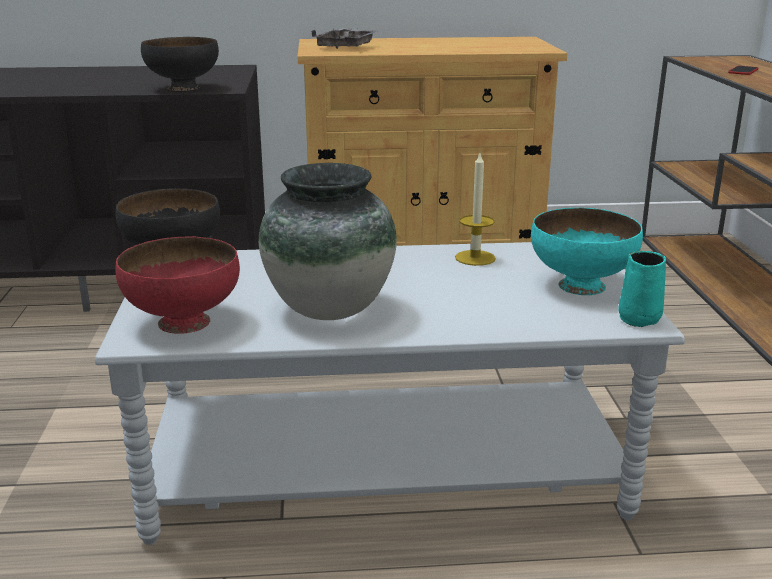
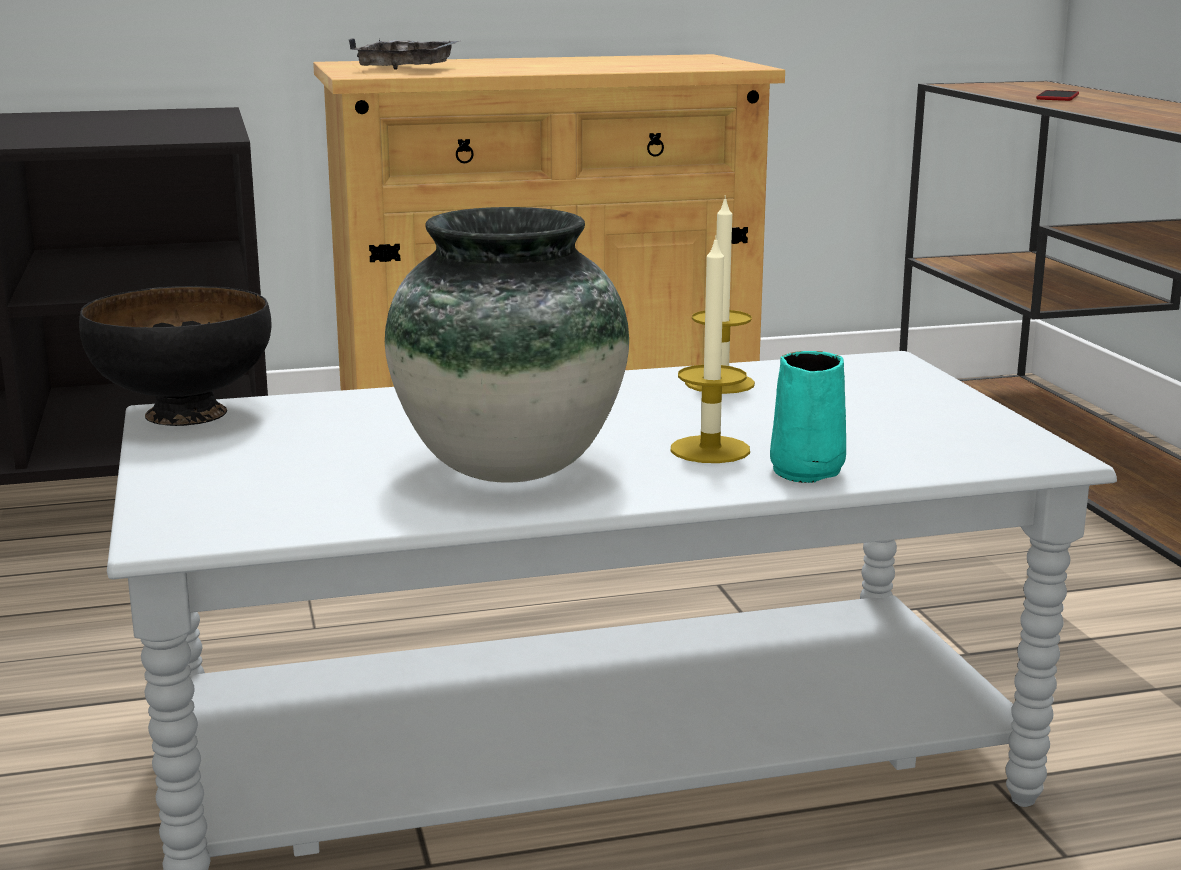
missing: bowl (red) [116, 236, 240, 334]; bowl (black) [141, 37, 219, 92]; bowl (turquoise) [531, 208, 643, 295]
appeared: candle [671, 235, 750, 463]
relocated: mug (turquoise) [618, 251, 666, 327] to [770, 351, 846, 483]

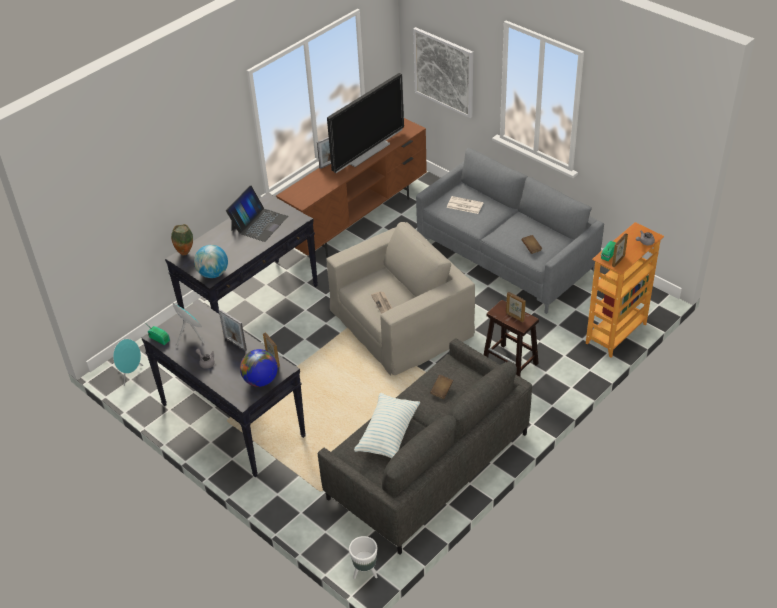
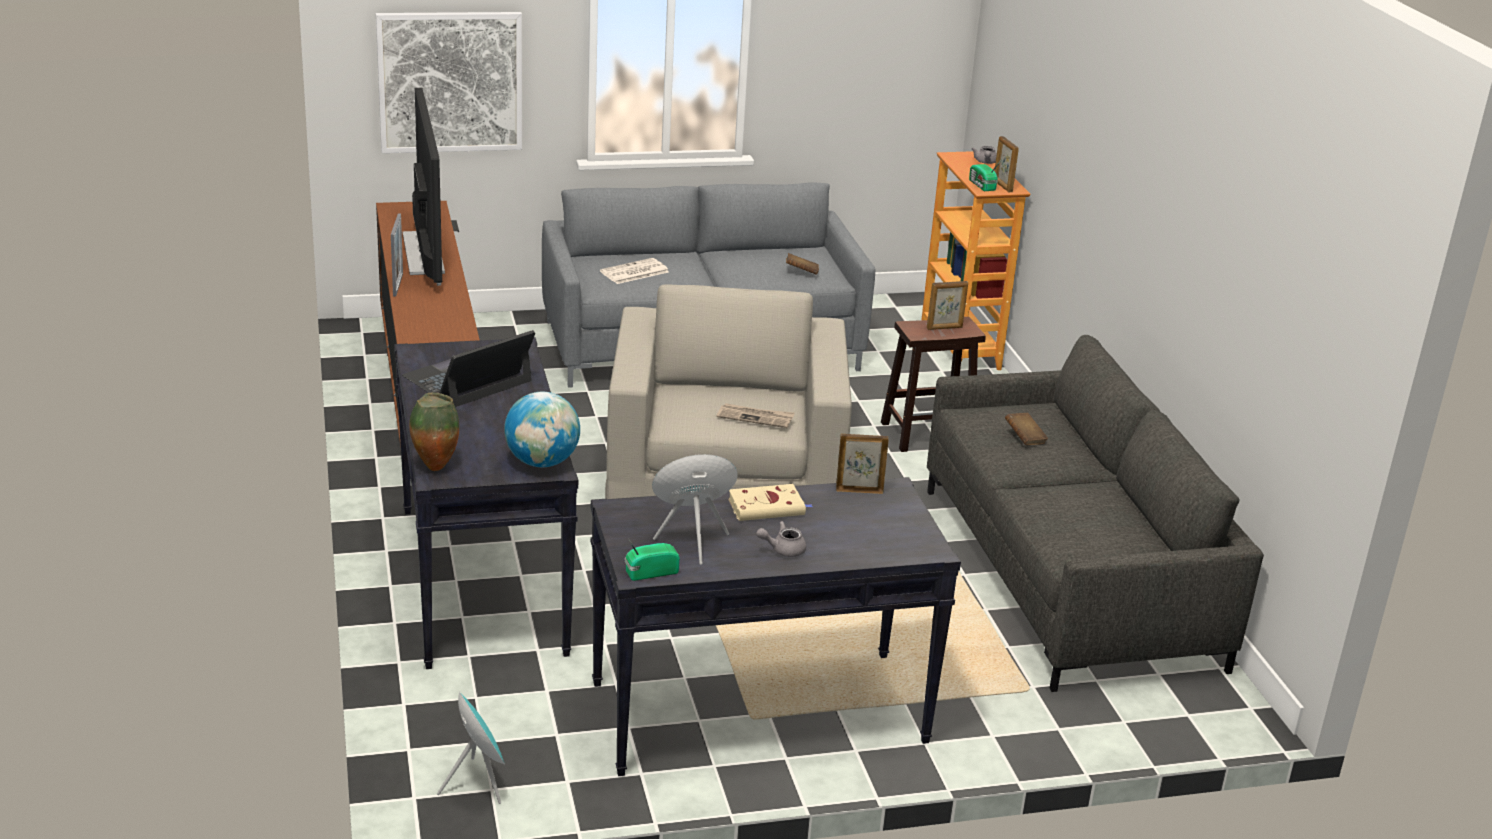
missing: globe [240, 349, 278, 387]; planter (white) [349, 536, 377, 579]; pillow [354, 393, 420, 459]
exchanged: picture frame [219, 309, 247, 351] to book (beige) [728, 484, 813, 521]
spun: laptop [226, 186, 288, 242] = [402, 330, 535, 407] 105 degrees counterclockwise

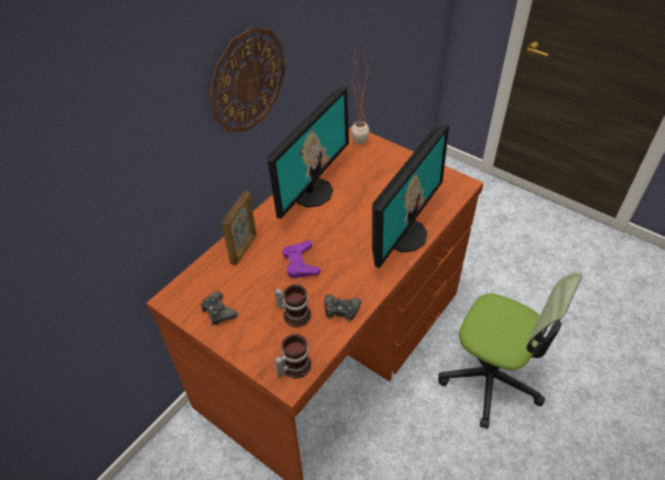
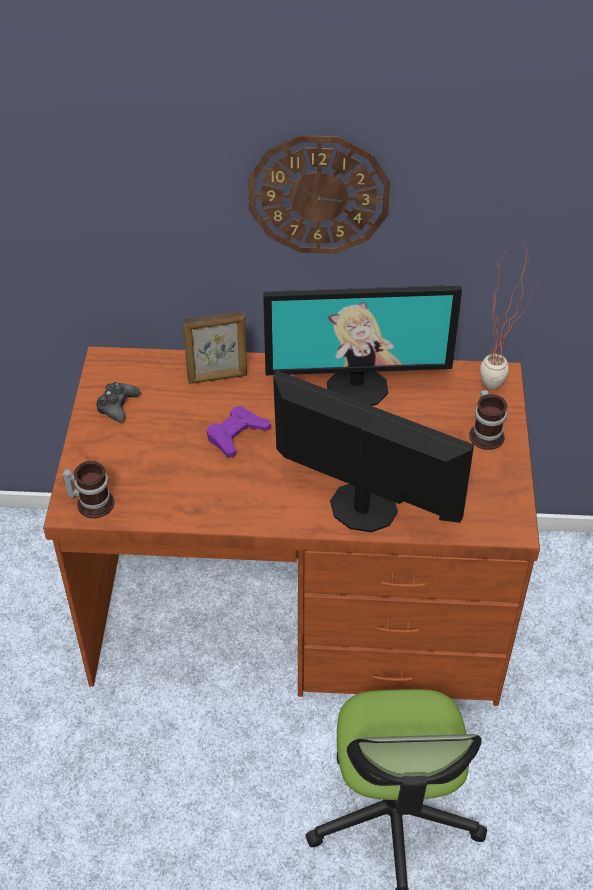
missing: game controller (black) [324, 295, 361, 322]
relocated: mug [275, 284, 311, 327] to [469, 390, 507, 450]
spun: monitor [372, 123, 449, 268] = [273, 370, 474, 532] 150 degrees counterclockwise

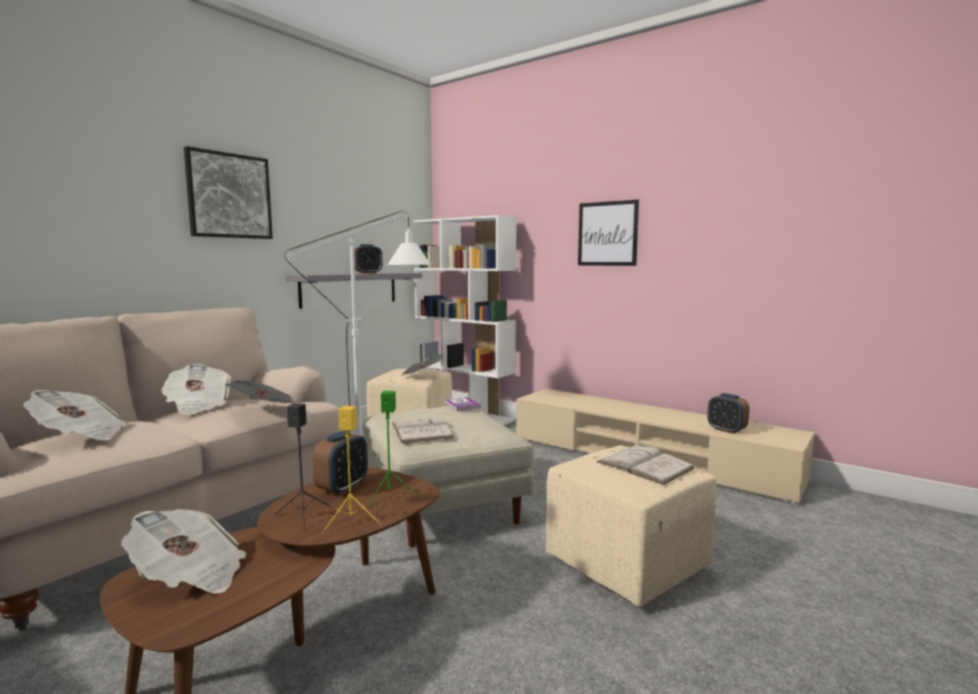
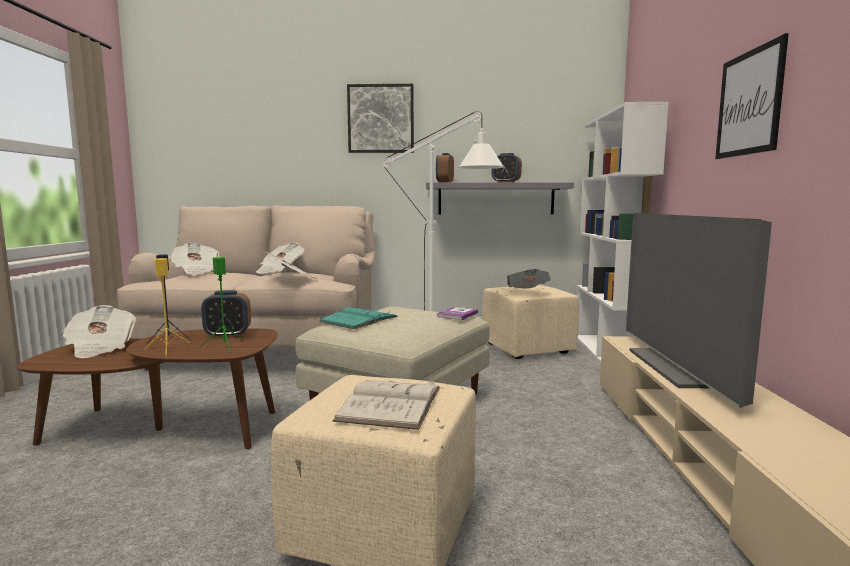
appeared: television [626, 213, 772, 408]
relocated: alarm clock [707, 393, 749, 434] to [436, 153, 454, 183]
colour: book (white) [392, 415, 454, 443] to book (turquoise) [319, 308, 398, 329]

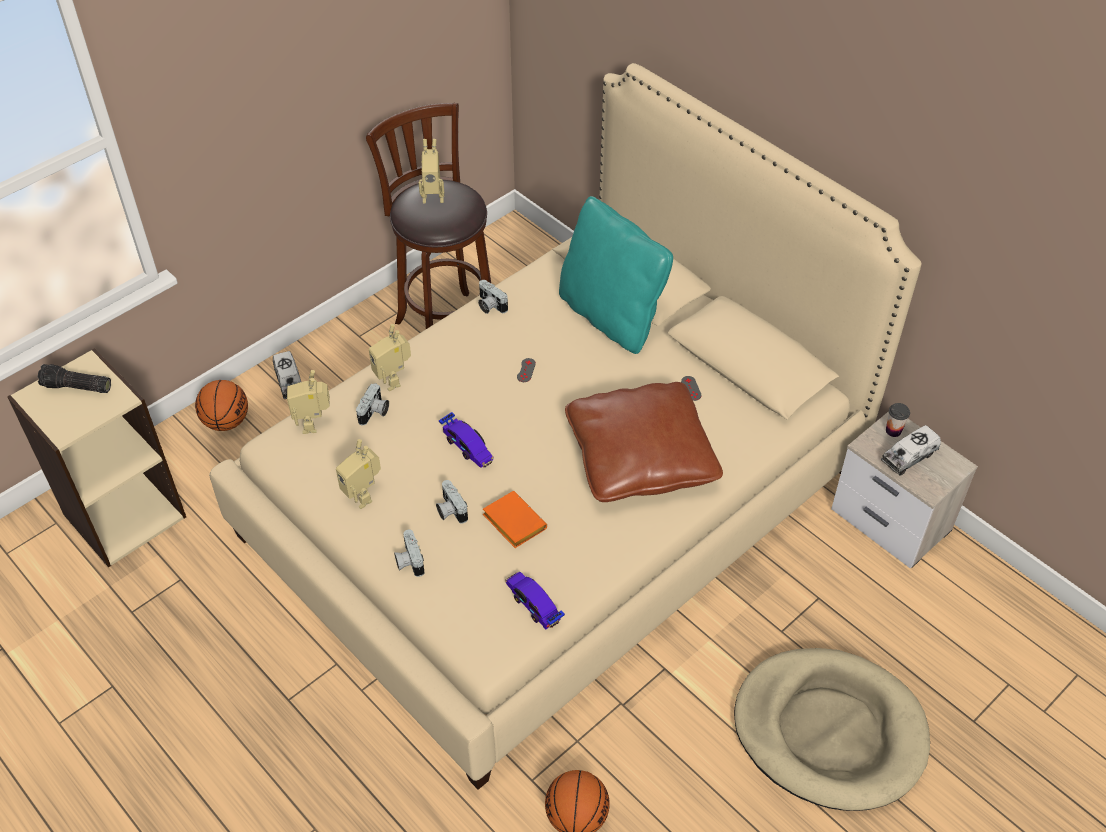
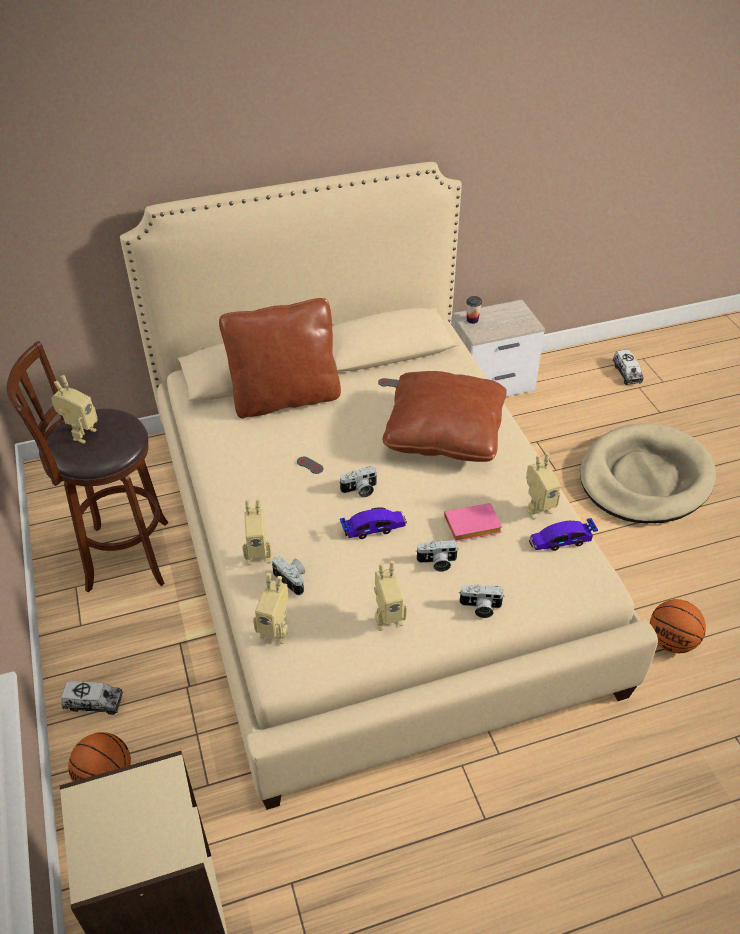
missing: flashlight [38, 364, 111, 393]
appeared: toy robot [526, 453, 560, 520]
relocated: photo camera [478, 280, 508, 314] to [339, 466, 378, 497]; toy truck [881, 425, 941, 475] to [613, 350, 644, 385]
colour: book (orange) [483, 491, 547, 548] to book (pink) [444, 503, 502, 542]; pillow (turquoise) [559, 196, 673, 354] to pillow (brown) [219, 298, 341, 419]

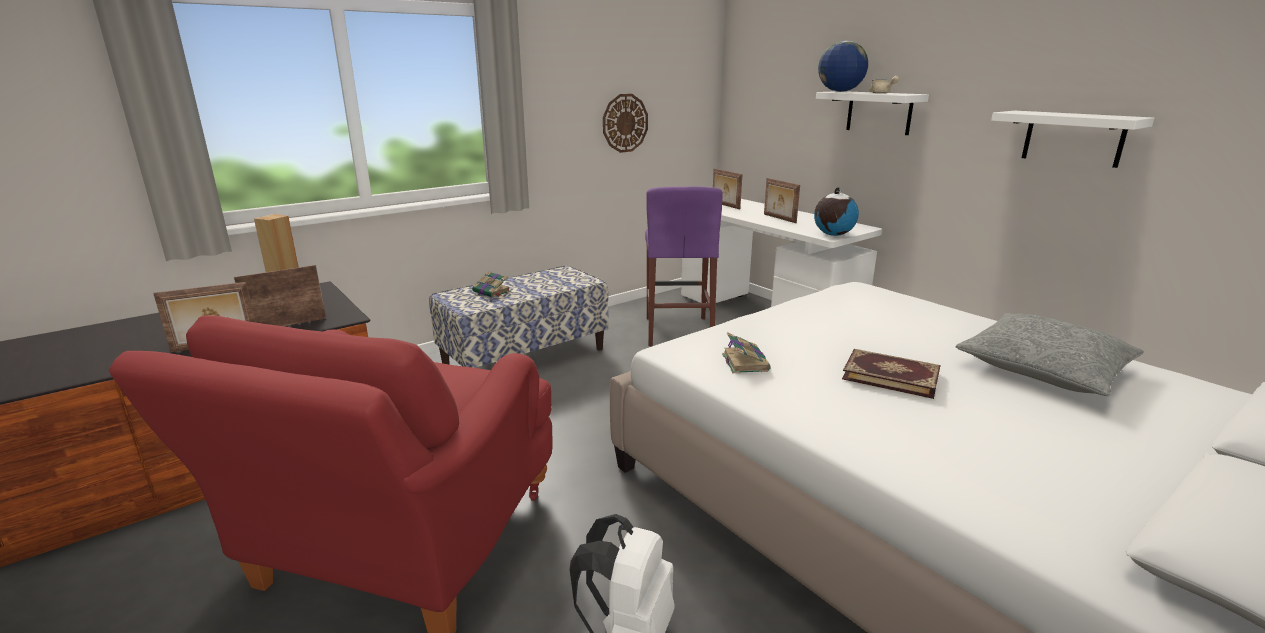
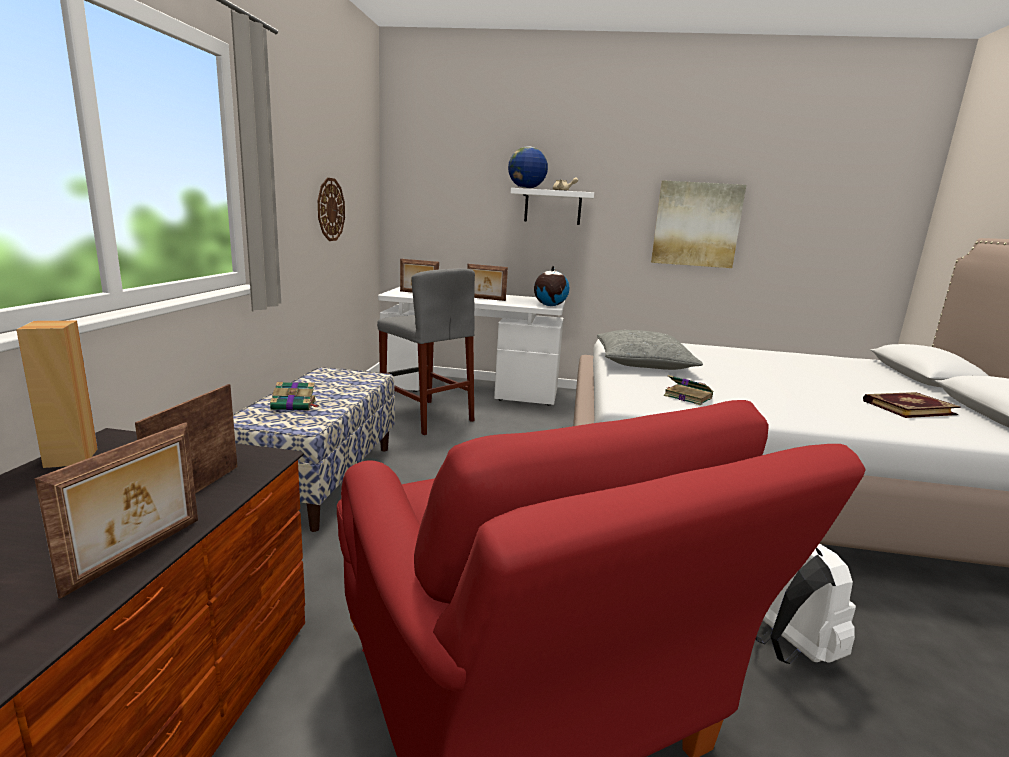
relocated: book [842, 349, 941, 399] to [863, 392, 960, 418]; pillow (grey) [956, 313, 1144, 396] to [597, 330, 703, 370]
exchanged: shelf (white) [991, 111, 1154, 168] to picture [651, 180, 746, 268]
colour: stool (purple) [645, 187, 723, 346] to stool (grey) [377, 268, 475, 435]

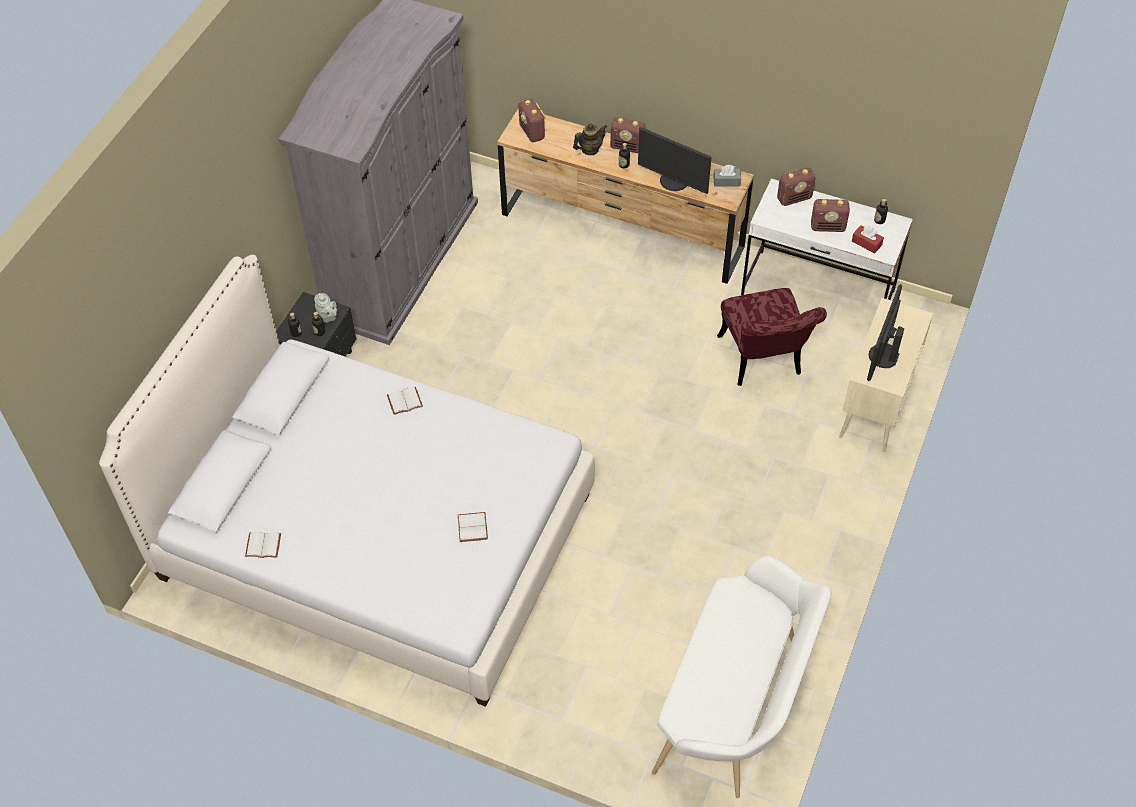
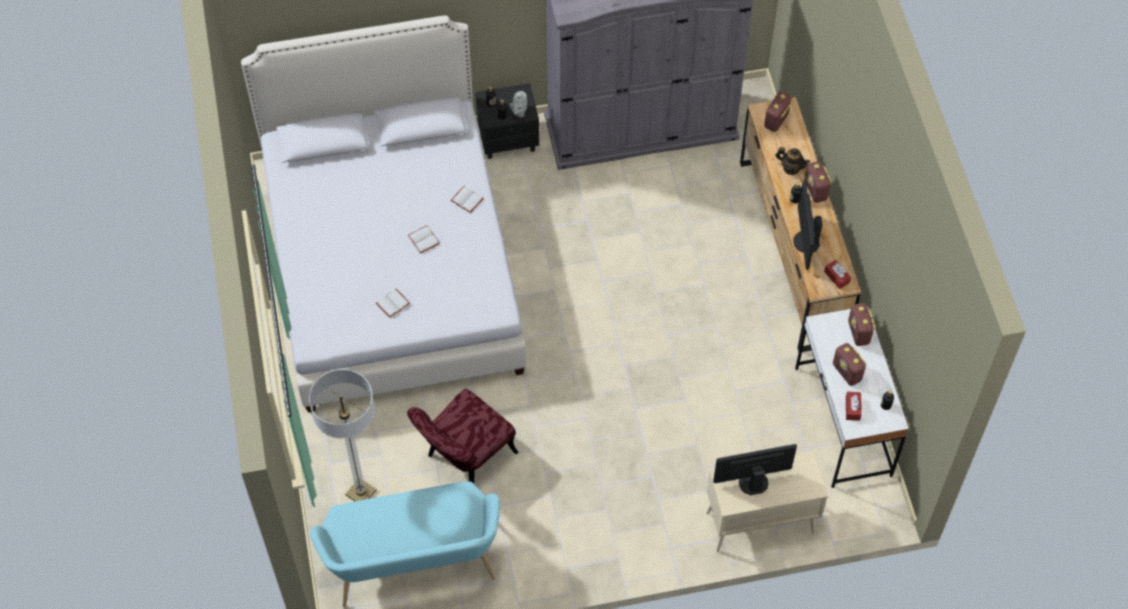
appeared: floor lamp [309, 369, 377, 501]
relocated: book (white) [245, 532, 281, 558] to [408, 226, 440, 254]; chair (red) [717, 288, 827, 386] to [407, 389, 518, 484]
colour: bench (white) [652, 556, 831, 798] to bench (turquoise) [310, 482, 500, 608]; tissue box (grey) [714, 165, 741, 187] to tissue box (red) [824, 260, 851, 289]
spun: radio [777, 168, 816, 206] = [848, 303, 876, 346] 45 degrees clockwise

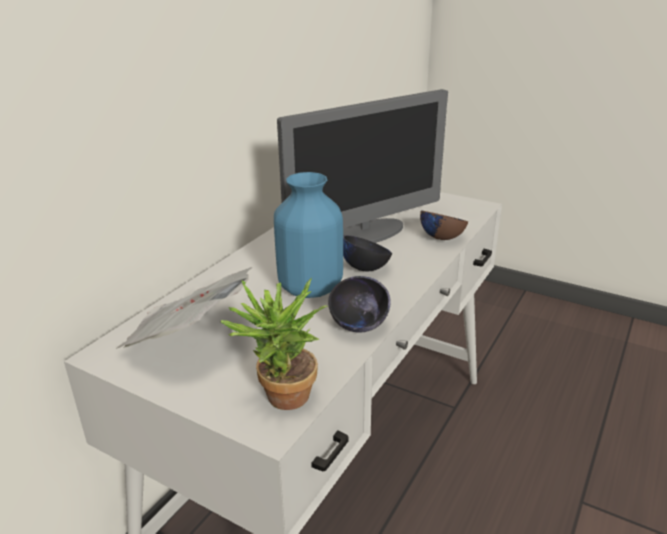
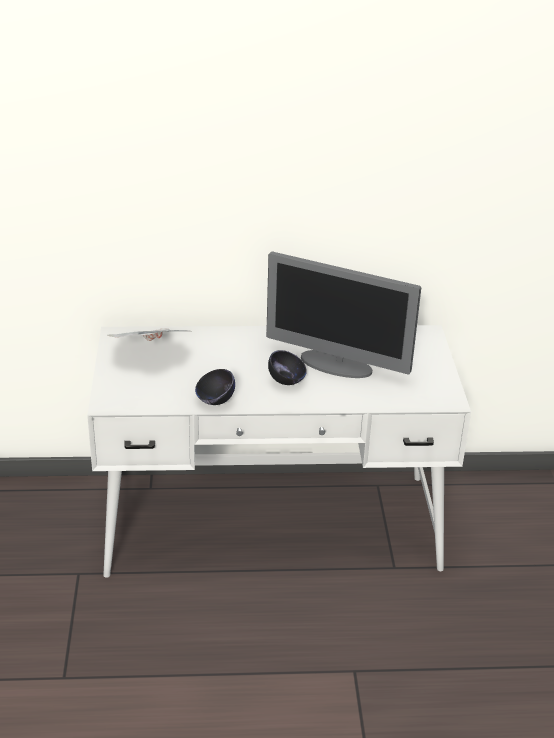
missing: potted plant [220, 278, 328, 410]; vase (blue) [274, 172, 343, 298]; bowl (brown) [420, 211, 468, 240]

